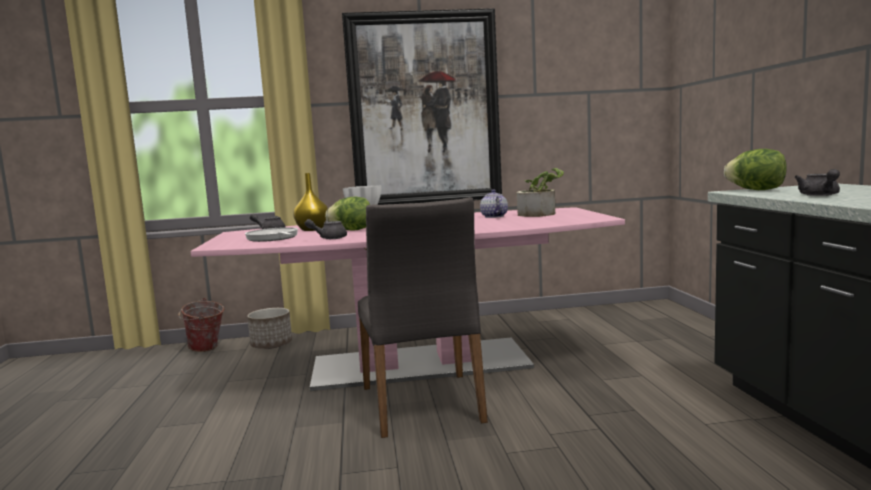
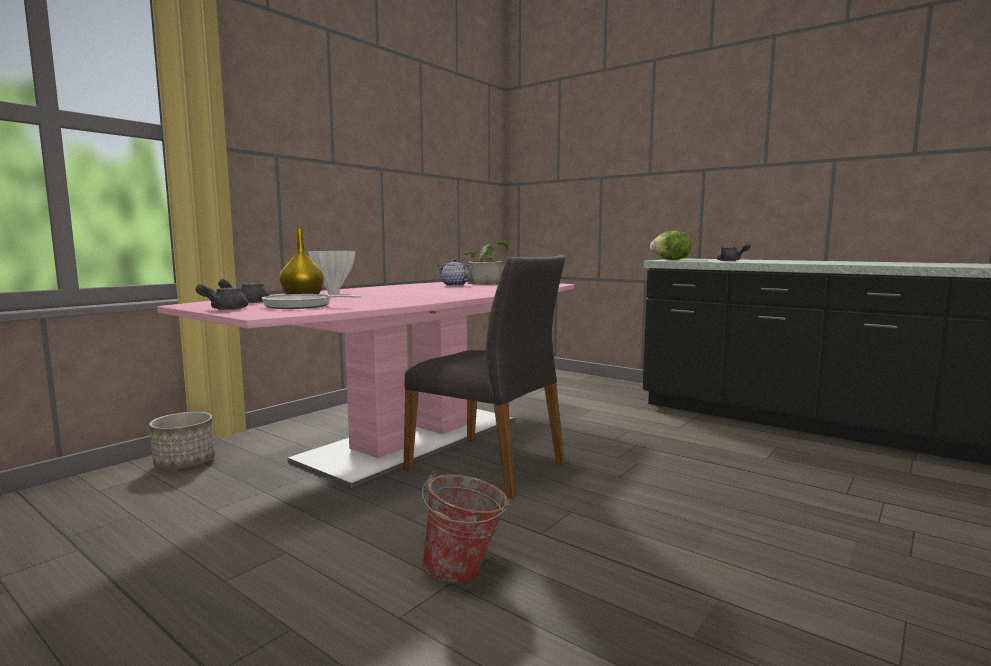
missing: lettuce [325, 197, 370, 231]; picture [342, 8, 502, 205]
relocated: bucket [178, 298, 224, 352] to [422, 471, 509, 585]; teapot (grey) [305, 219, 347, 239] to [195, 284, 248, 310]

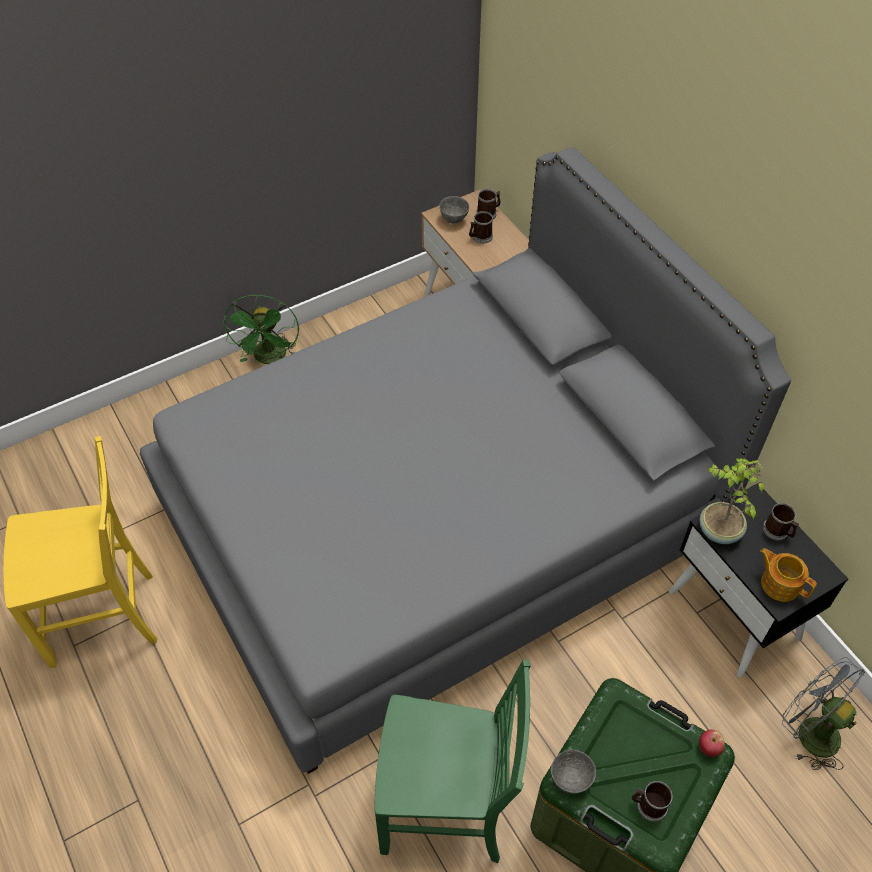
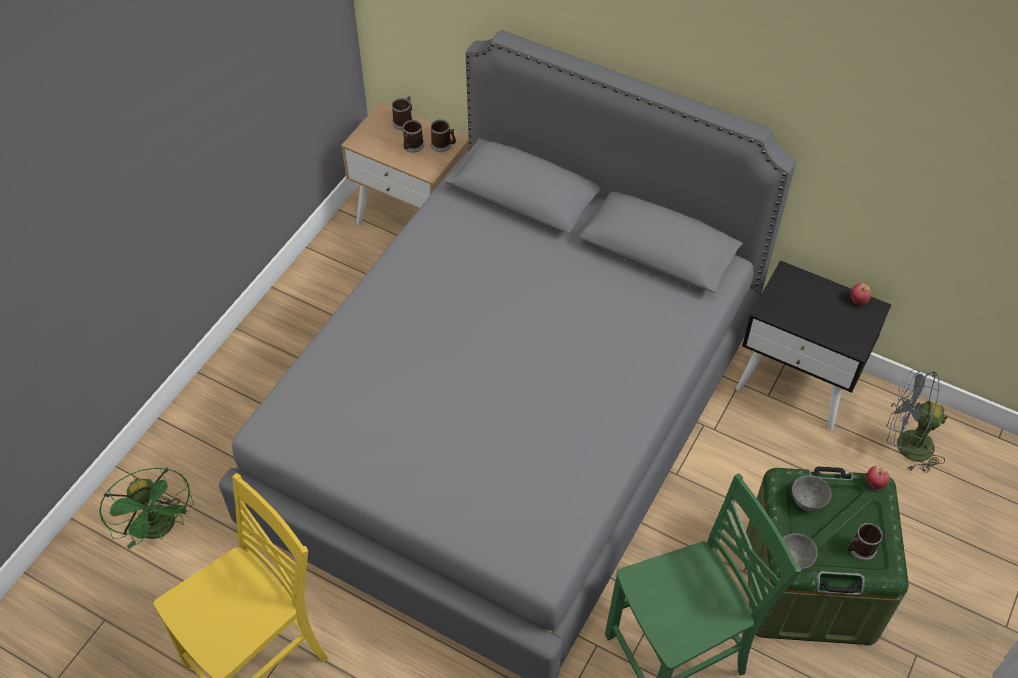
missing: potted plant [699, 458, 764, 544]; teapot [760, 548, 817, 602]
appeared: apple [851, 283, 871, 305]
relocated: fan (green) [223, 294, 299, 364] to [99, 467, 193, 549]; bowl (grey) [439, 196, 469, 223] to [792, 475, 831, 511]; mug [763, 503, 799, 541] to [431, 119, 456, 152]

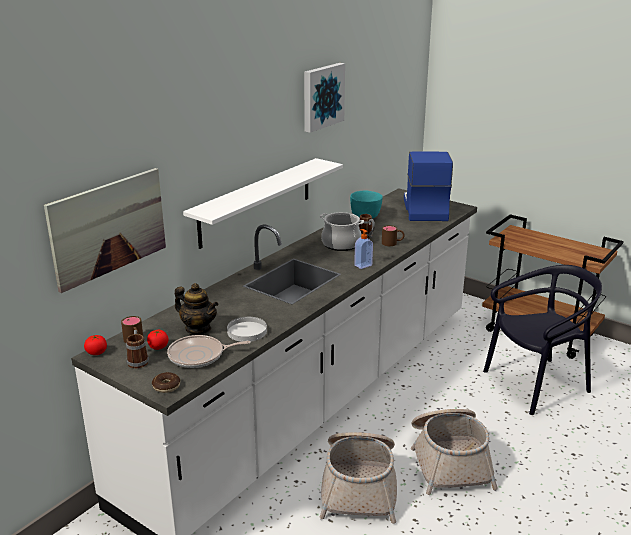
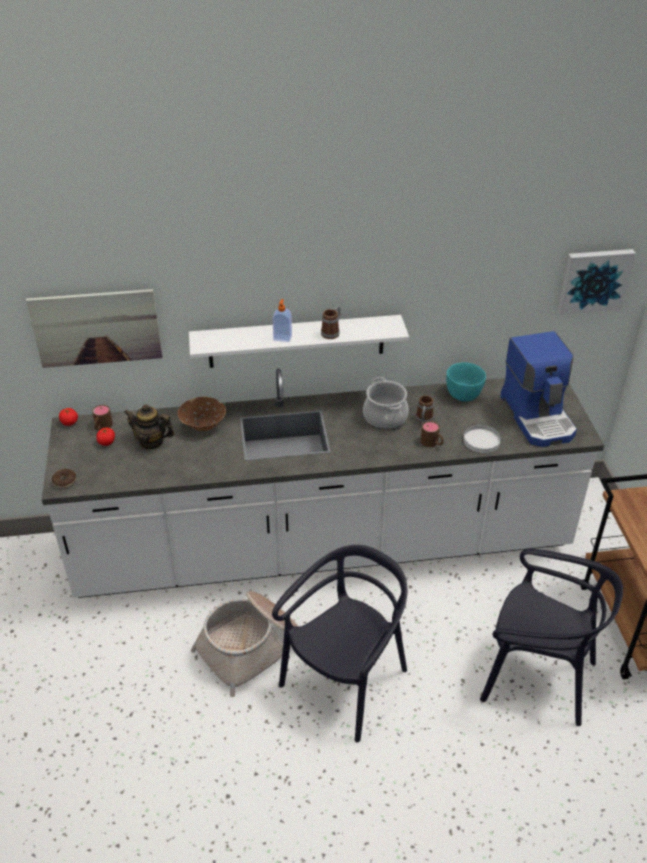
missing: frying pan [167, 335, 251, 368]
appeared: bowl (brown) [178, 397, 226, 431]
relocated: mug [126, 330, 149, 368] to [321, 306, 341, 339]; plate (white) [227, 317, 267, 342] to [463, 425, 501, 453]; picture [304, 63, 345, 133] to [557, 249, 636, 315]; soap dispenser [354, 229, 373, 269] to [272, 299, 292, 342]
exchanged: basket [411, 409, 498, 495] to chair (black) [272, 545, 408, 742]
spun: teapot [175, 283, 218, 334] = [124, 404, 175, 450] 120 degrees clockwise; coffee machine [404, 151, 453, 221] = [500, 331, 577, 447] 120 degrees clockwise

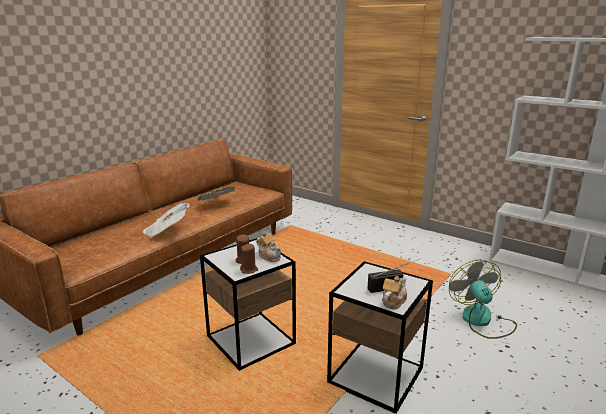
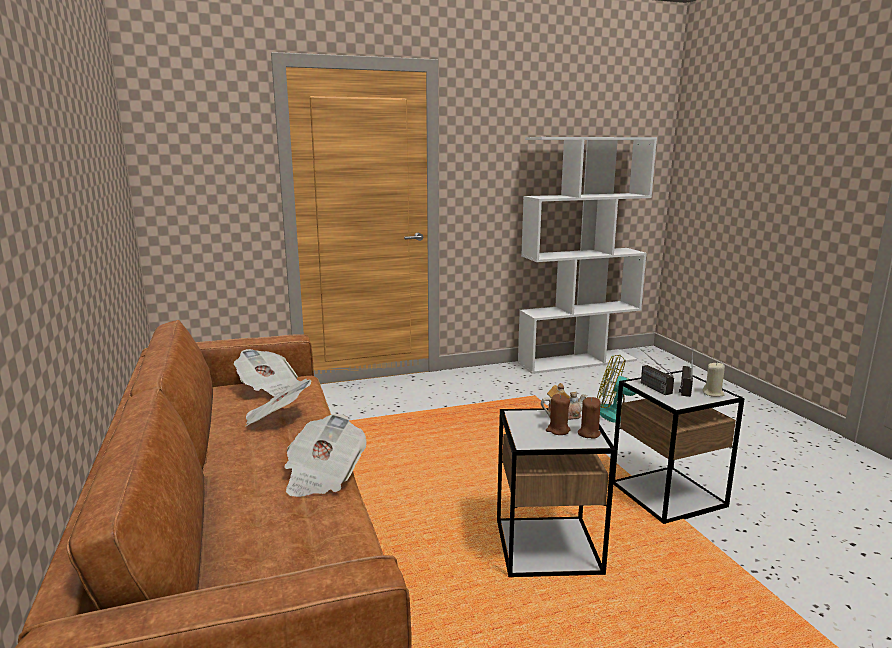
appeared: newspaper [234, 349, 300, 397]; radio [638, 347, 674, 395]
exchanged: teapot [382, 276, 407, 309] to candle (beige) [702, 363, 725, 397]

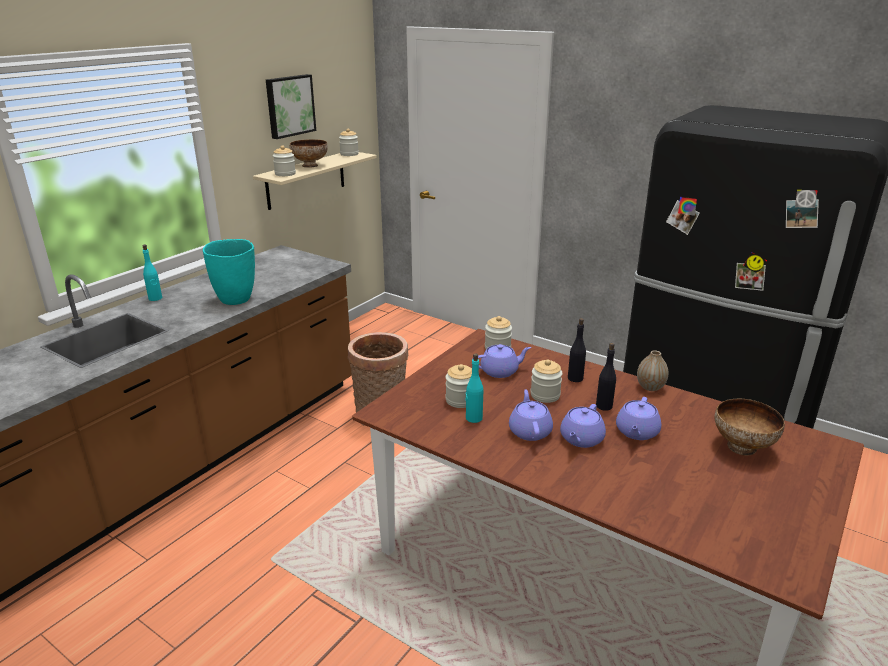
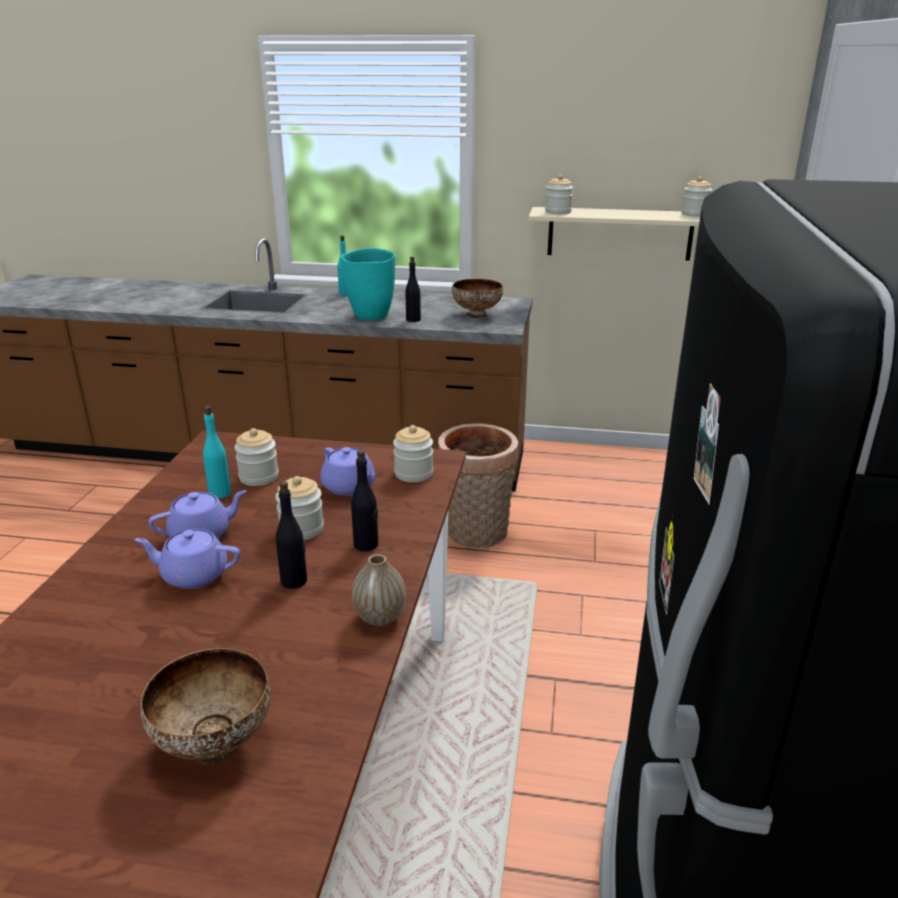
missing: picture [266, 74, 316, 139]; teapot (purple) [616, 397, 661, 440]
appeared: bottle (black) [405, 257, 421, 322]
relocated: bowl [290, 139, 328, 168] to [452, 279, 503, 318]

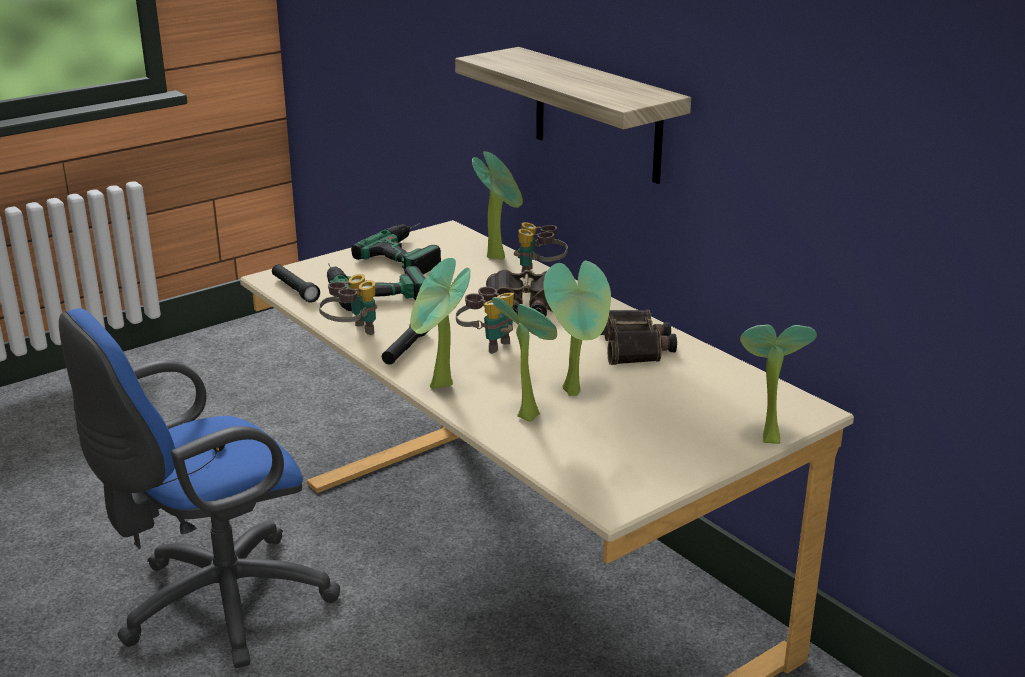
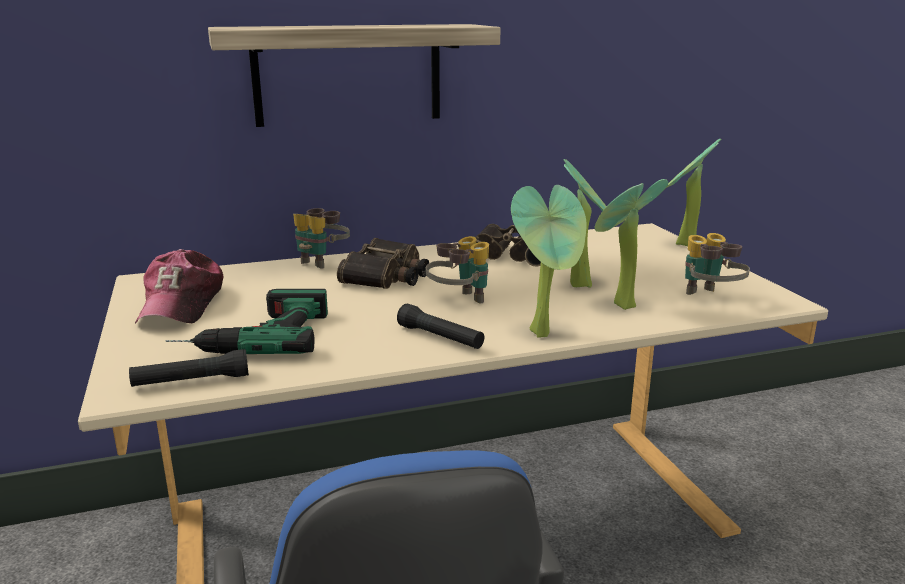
missing: potted plant [472, 151, 523, 260]
relocated: binoculars [319, 274, 377, 335] to [685, 233, 750, 295]
exchanged: power drill [351, 223, 441, 274] to cap [135, 249, 224, 323]

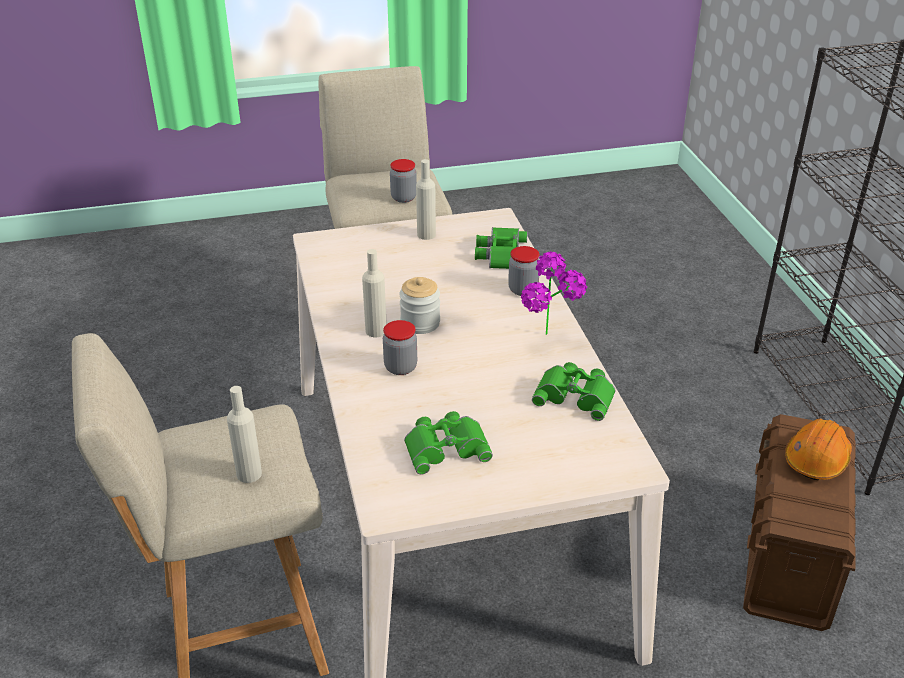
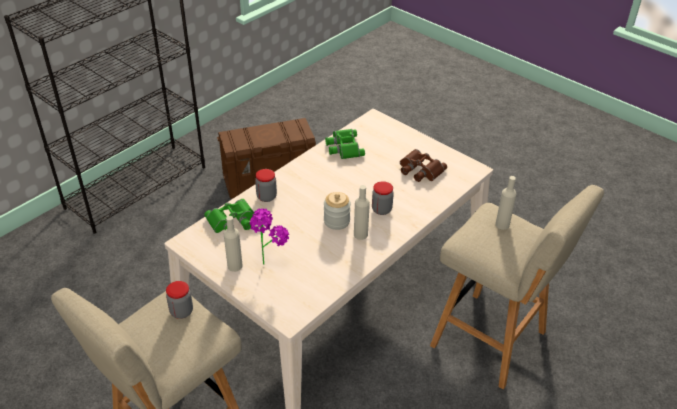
missing: hard hat (orange) [785, 418, 852, 481]
relocated: potted plant [521, 251, 587, 335] to [250, 208, 289, 265]
colour: binoculars (green) [404, 411, 493, 474] to binoculars (brown) [400, 149, 447, 182]

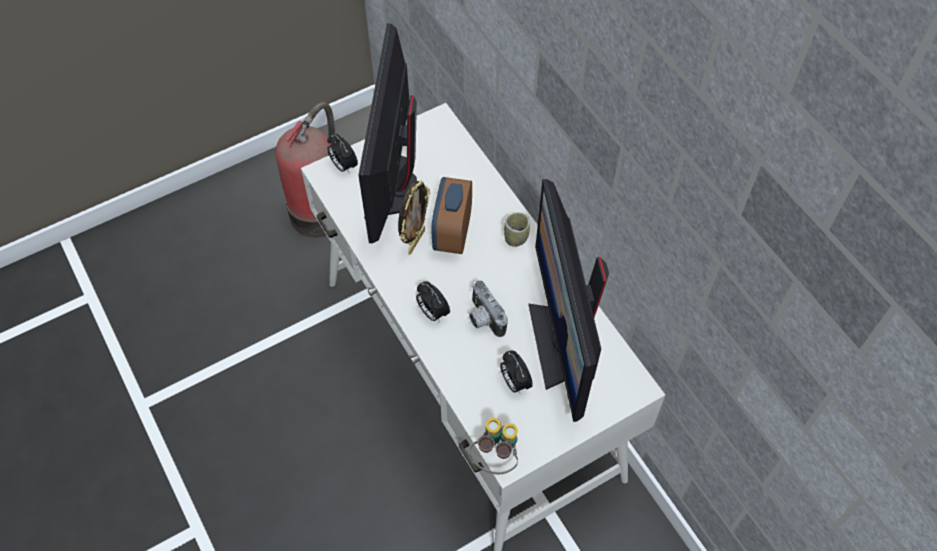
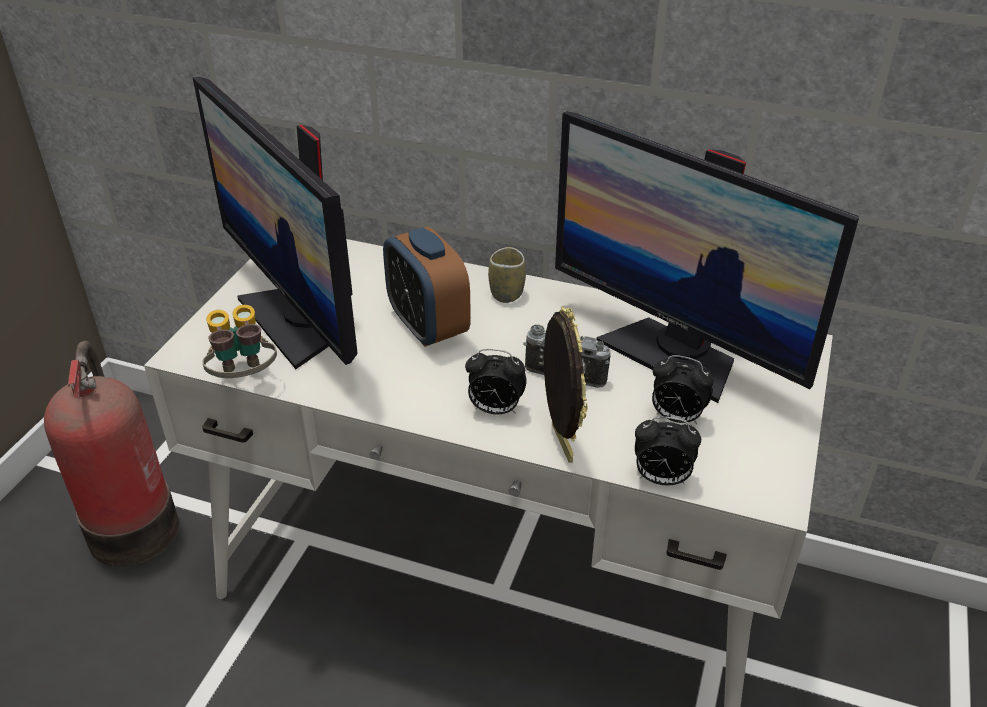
relocated: alarm clock [327, 134, 358, 173] to [635, 417, 701, 485]; picture frame [398, 180, 430, 255] to [544, 306, 588, 463]; binoculars [470, 418, 518, 474] to [202, 305, 277, 378]

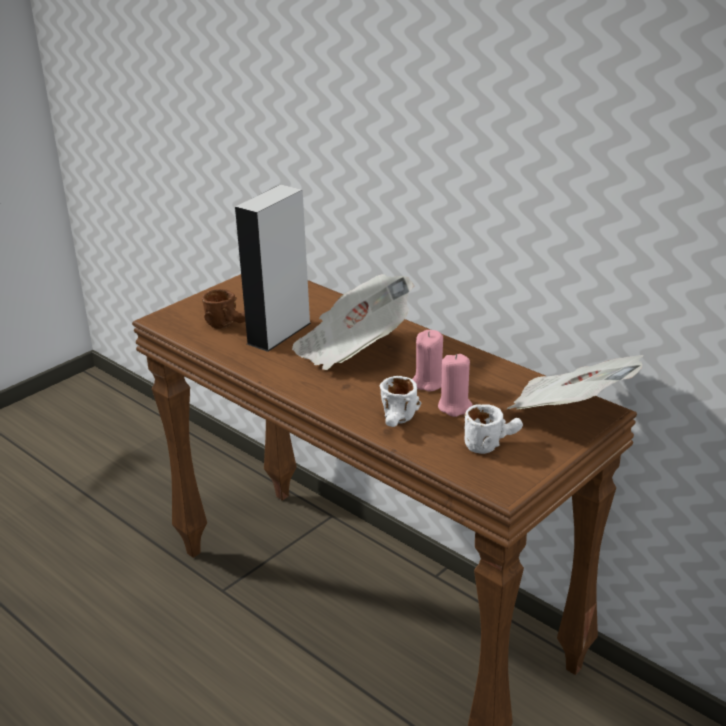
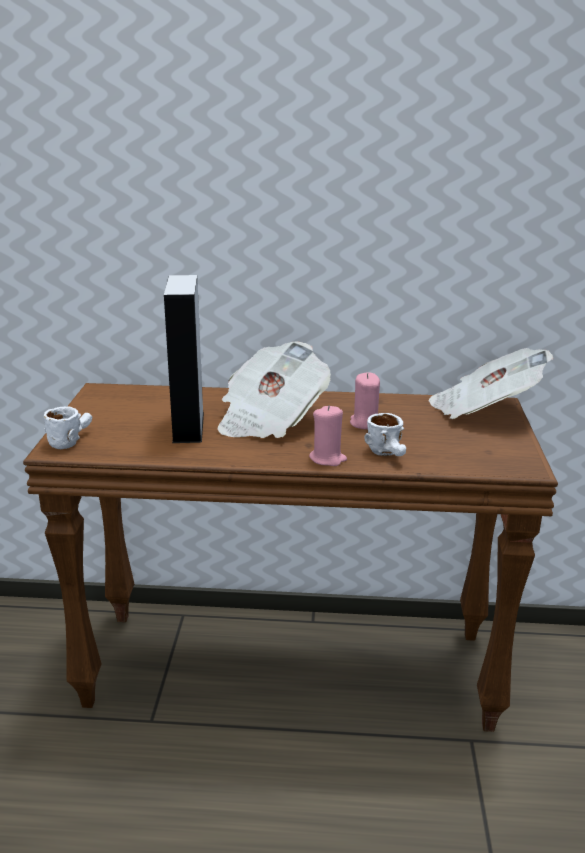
missing: mug (brown) [202, 289, 245, 329]
relocated: candle (pink) [438, 354, 472, 417] to [309, 405, 347, 466]; mug (white) [465, 404, 523, 454] to [44, 406, 92, 449]

